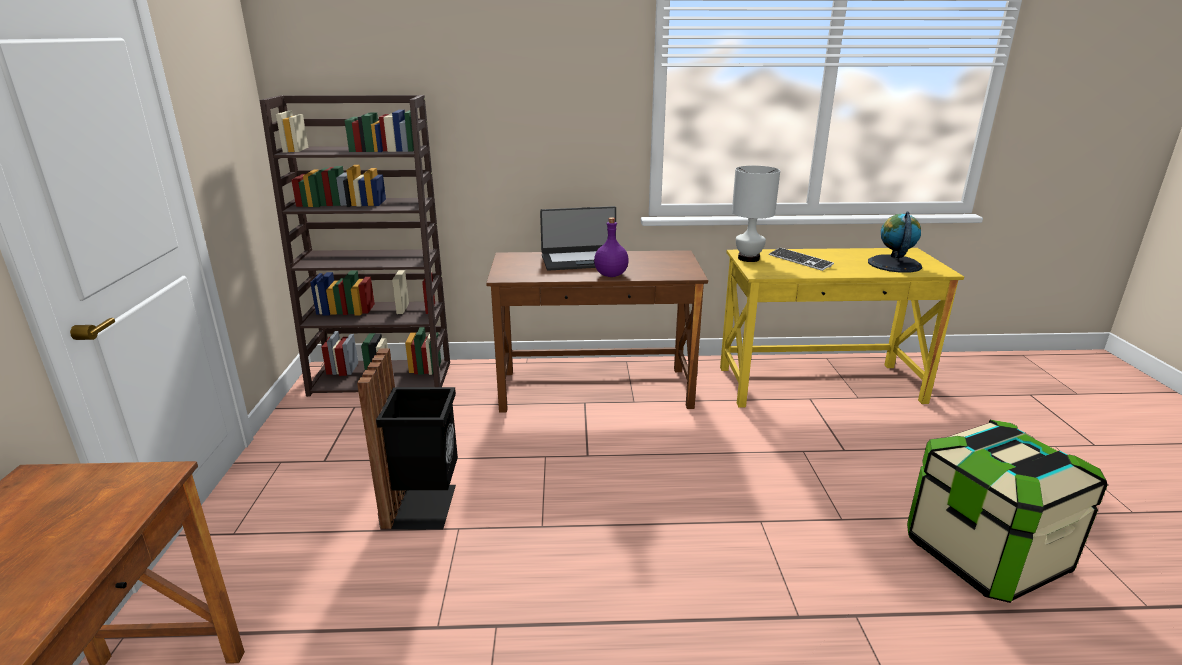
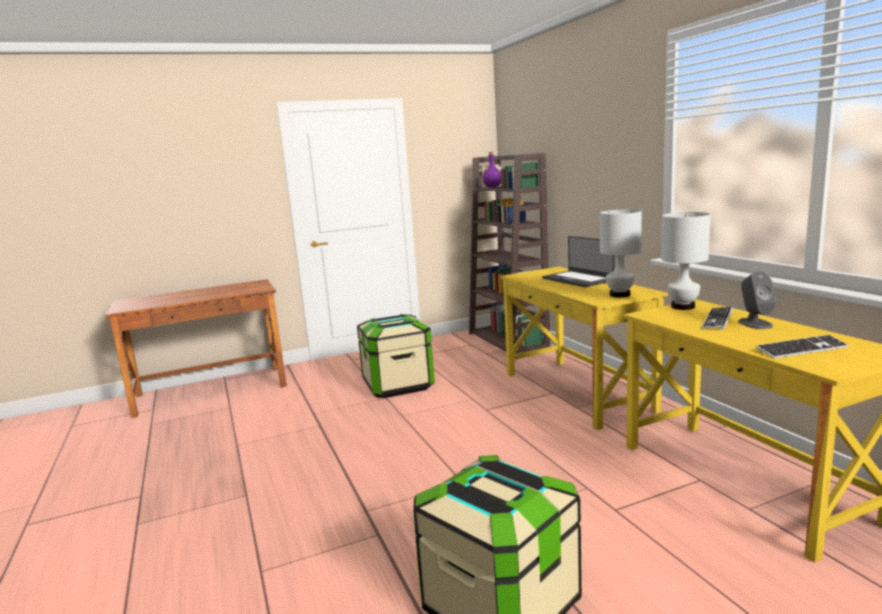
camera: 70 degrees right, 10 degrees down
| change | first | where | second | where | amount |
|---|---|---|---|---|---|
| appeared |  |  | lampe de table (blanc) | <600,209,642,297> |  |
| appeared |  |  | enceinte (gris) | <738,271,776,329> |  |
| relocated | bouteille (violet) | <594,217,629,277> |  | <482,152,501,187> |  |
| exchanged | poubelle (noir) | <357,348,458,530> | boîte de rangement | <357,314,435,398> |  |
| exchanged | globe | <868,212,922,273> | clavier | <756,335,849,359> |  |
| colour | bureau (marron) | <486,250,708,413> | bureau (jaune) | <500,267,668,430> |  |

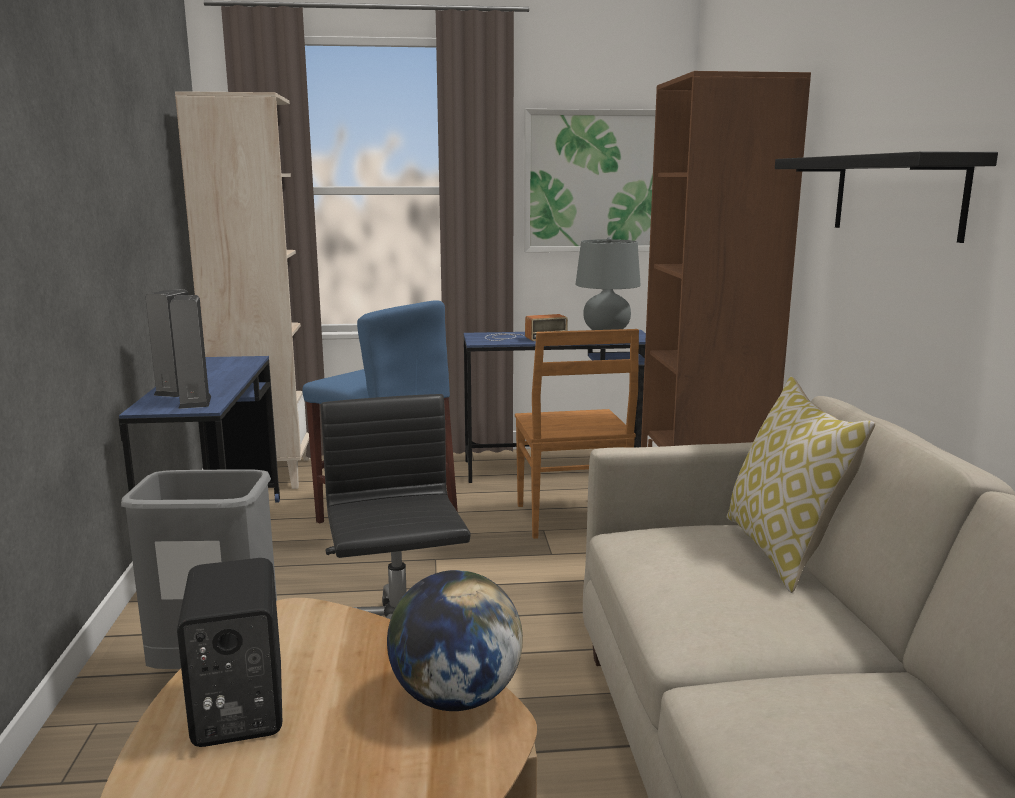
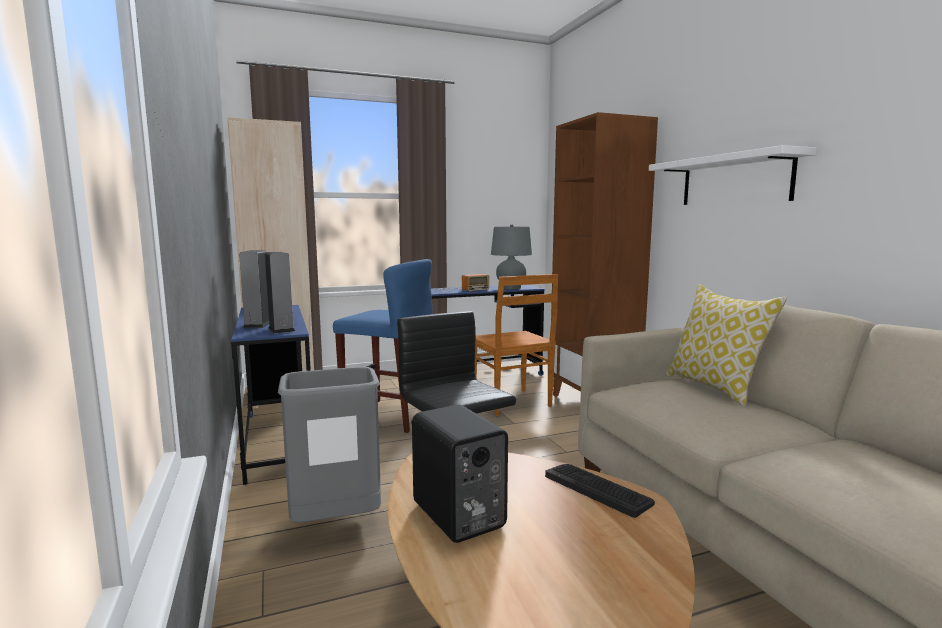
camera: 15 degrees left, 5 degrees down
| change | first | where | second | where | amount |
|---|---|---|---|---|---|
| missing | tableau | <524,109,656,252> |  |  |  |
| exchanged | globe | <387,570,523,711> | clavier | <545,464,655,518> |  |
| colour | étagère (noir) | <775,152,998,243> | étagère (blanc) | <649,145,816,205> |  |

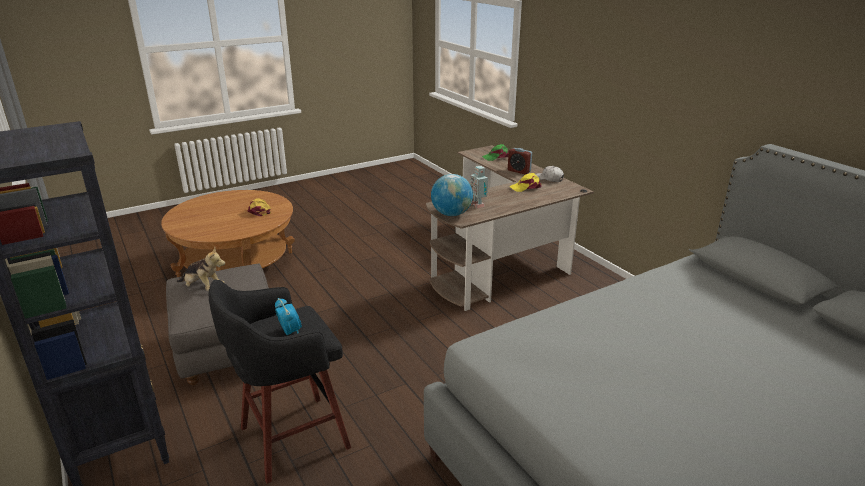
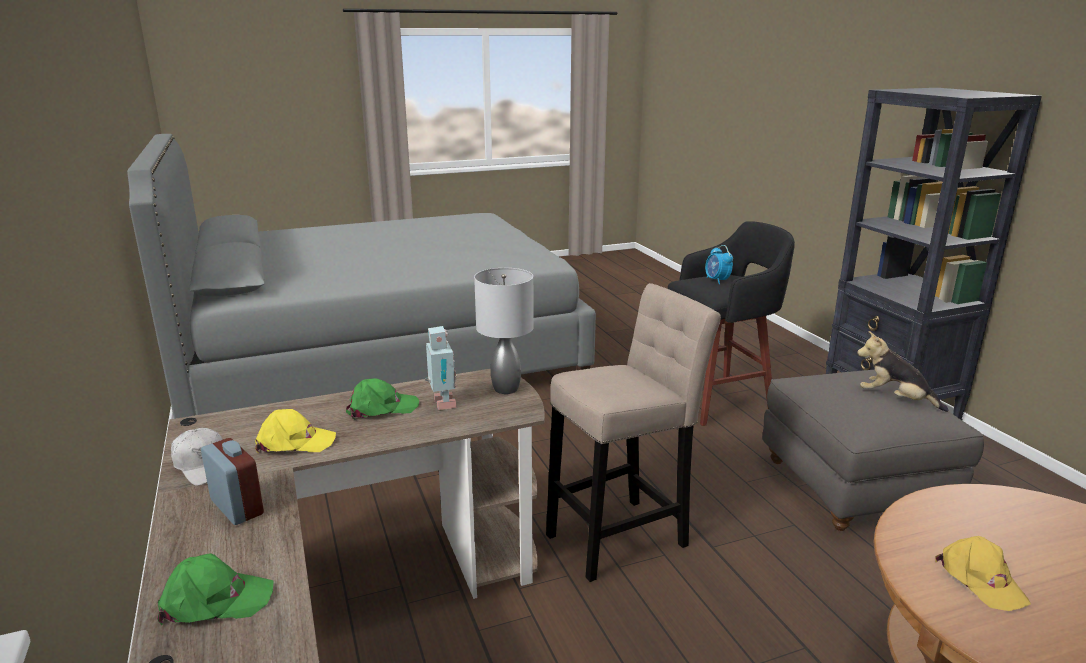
camera: 170 degrees left, 5 degrees down
| change | first | where | second | where | amount |
|---|---|---|---|---|---|
| appeared |  |  | casquette (vert) | <346,378,419,420> |  |
| appeared |  |  | tabouret (beige) | <546,283,721,582> |  |
| exchanged | globe | <431,174,473,216> | lampe de table (gris) | <474,268,534,394> |  |

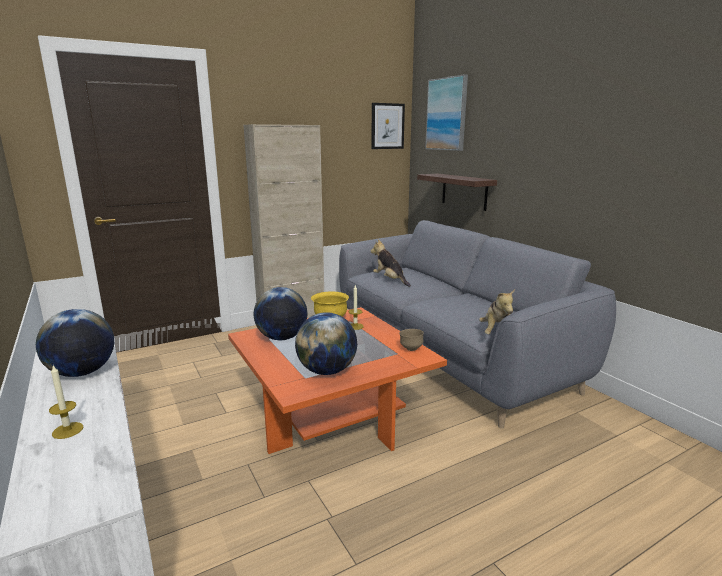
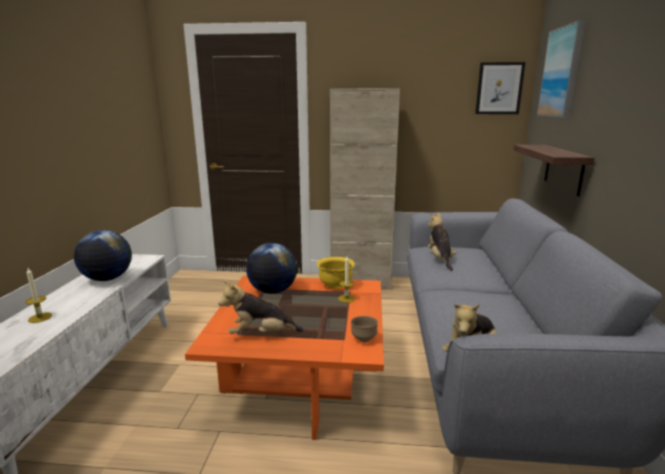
camera: 35 degrees right, 0 degrees up
| change | first | where | second | where | amount |
|---|---|---|---|---|---|
| exchanged | globe | <295,312,357,375> | peluche | <218,281,303,334> |  |

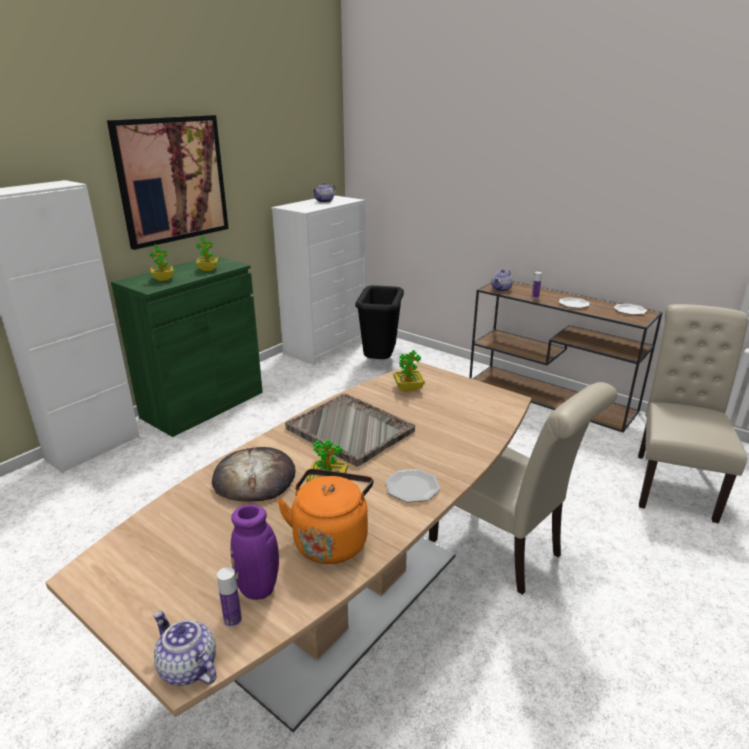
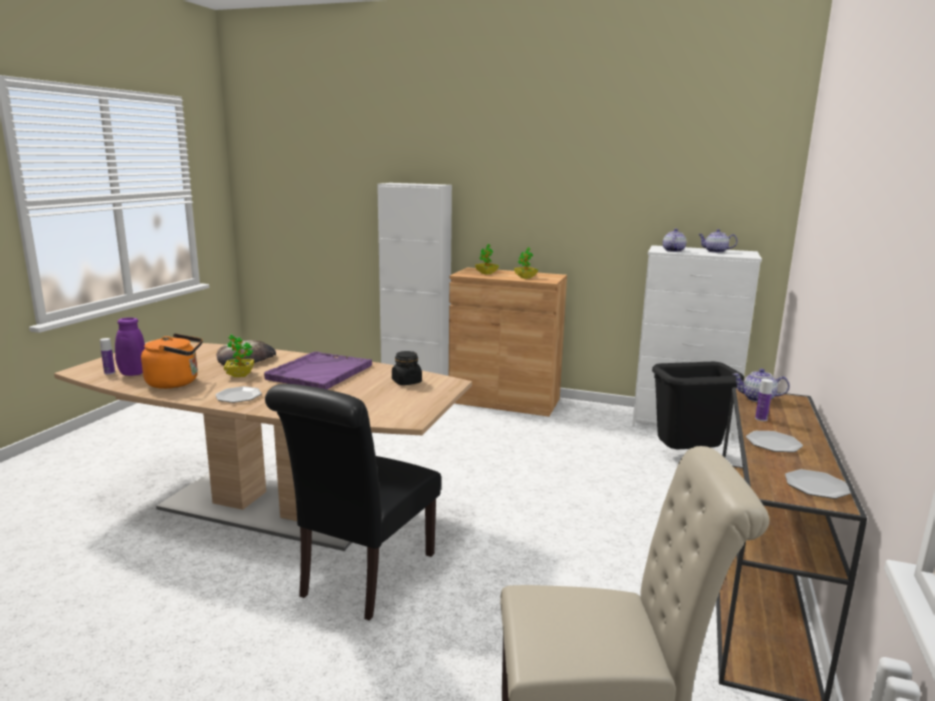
camera: 70 degrees right, 10 degrees down
| change | first | where | second | where | amount |
|---|---|---|---|---|---|
| missing | tableau | <107,115,229,250> |  |  |  |
| relocated | théière | <154,611,216,686> |  | <663,229,686,252> |  |
| exchanged | plante en pot | <394,350,425,392> | bocal (noir) | <392,351,422,385> |  |
| colour | meuble de rangement (vert) | <111,256,263,437> | meuble de rangement (marron) | <449,267,567,417> |  |
| colour | plateau (gris) | <285,393,415,467> | plateau (violet) | <264,351,372,389> |  |
| colour | chaise (beige) | <429,382,617,595> | chaise (noir) | <265,384,441,621> |  |

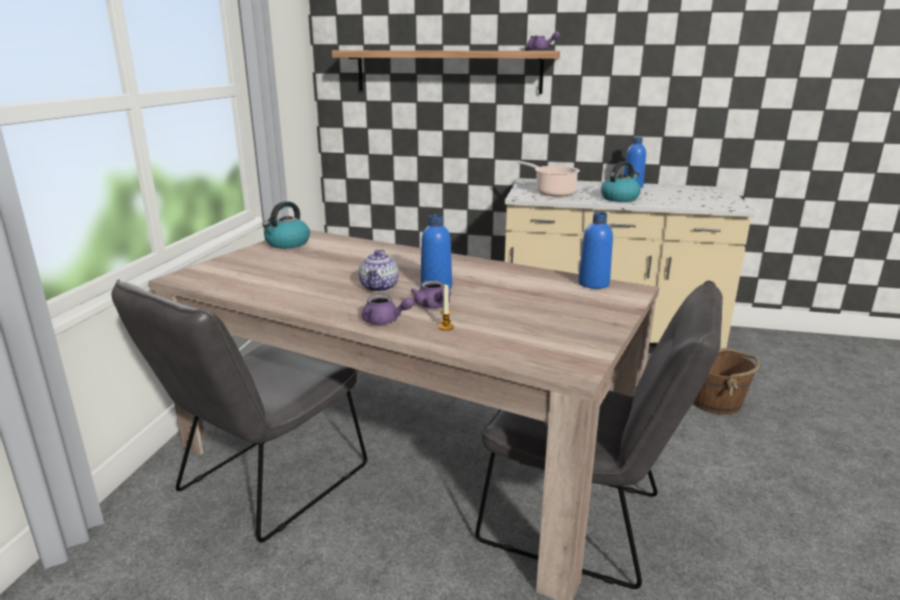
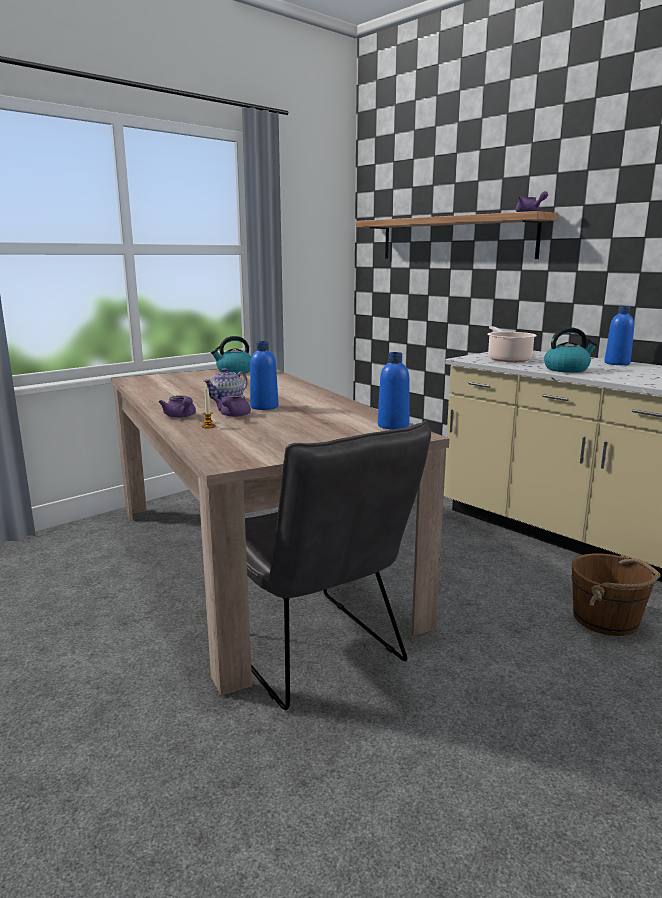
camera: 35 degrees right, 5 degrees down
| change | first | where | second | where | amount |
|---|---|---|---|---|---|
| missing | chaise (gris) | <112,279,367,542> |  |  |  |

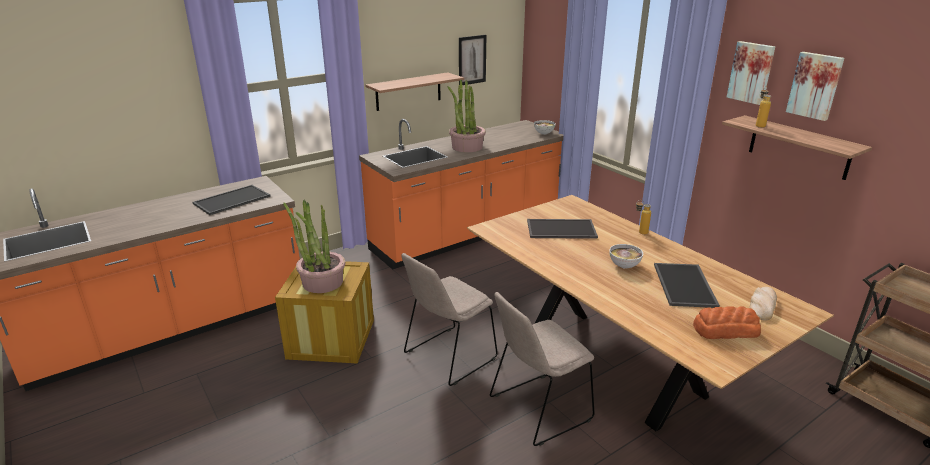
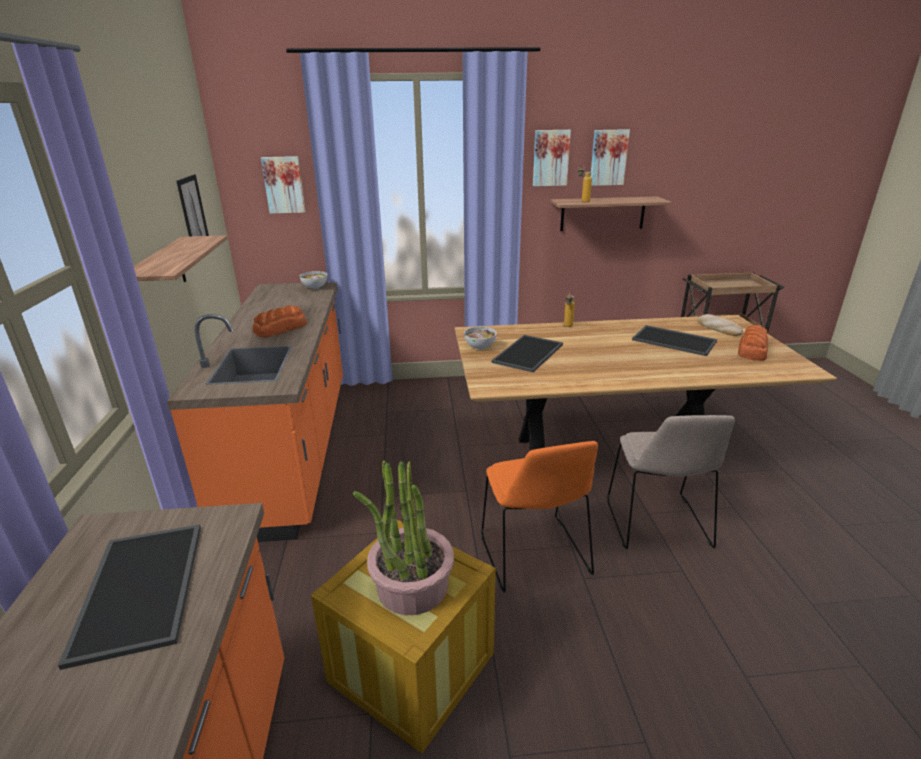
camera: 60 degrees left, 0 degrees up
| change | first | where | second | where | amount |
|---|---|---|---|---|---|
| appeared |  |  | tableau | <261,156,306,214> |  |
| relocated | bol | <609,244,643,269> |  | <464,327,497,350> |  |
| exchanged | plante en pot | <448,79,486,152> | pain | <253,305,307,337> |  |
| colour | chaise (beige) | <402,253,498,386> | chaise (orange) | <481,441,598,593> |  |

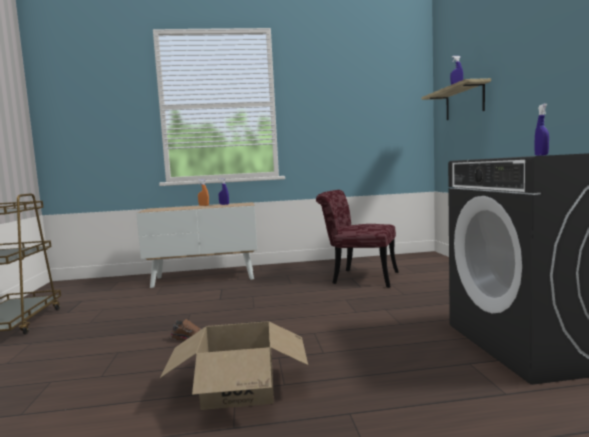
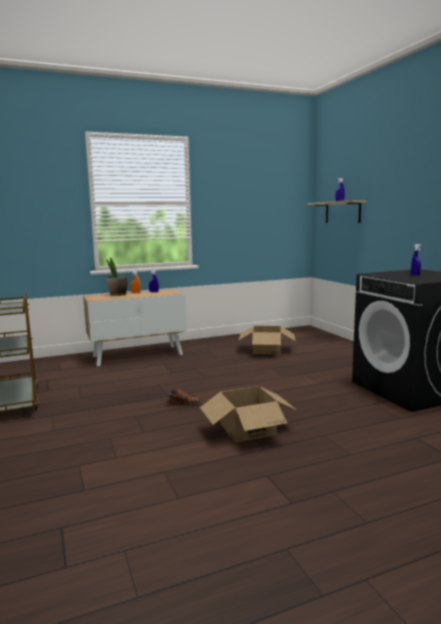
camera: 15 degrees left, 5 degrees up
| change | first | where | second | where | amount |
|---|---|---|---|---|---|
| appeared |  |  | plante en pot | <106,258,128,296> |  |
| exchanged | chaise (rouge) | <316,190,399,288> | carton | <239,326,295,355> |  |

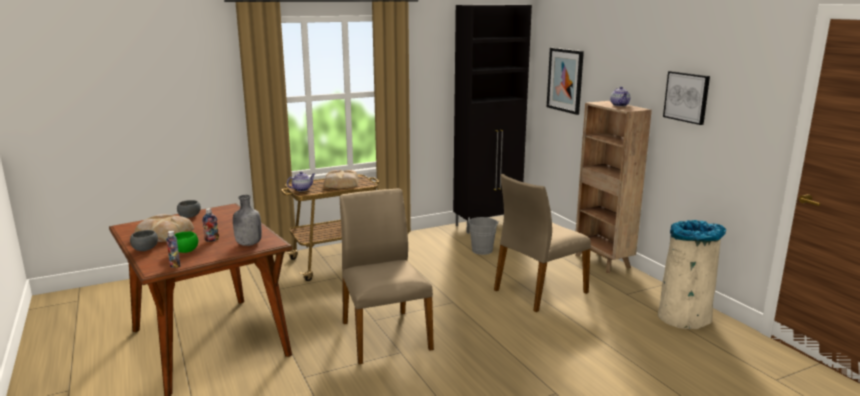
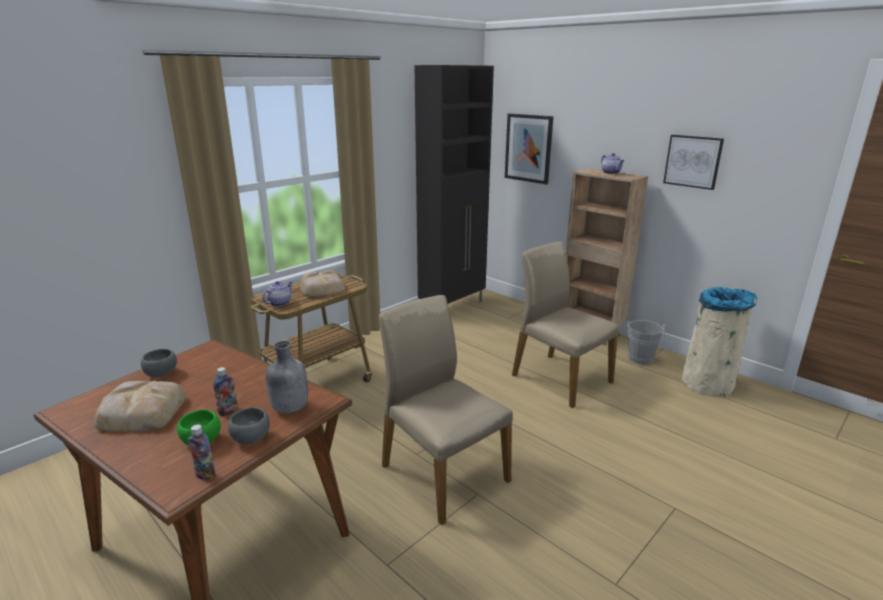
camera: 20 degrees left, 5 degrees up
| change | first | where | second | where | amount |
|---|---|---|---|---|---|
| relocated | bol (gris) | <130,230,158,251> |  | <228,408,270,444> |  |
| relocated | seau (gris) | <466,217,499,255> |  | <627,320,665,365> |  |
| spun | chaise (beige) | <494,174,591,312> |  | <512,242,619,408> | 105 degrees clockwise |

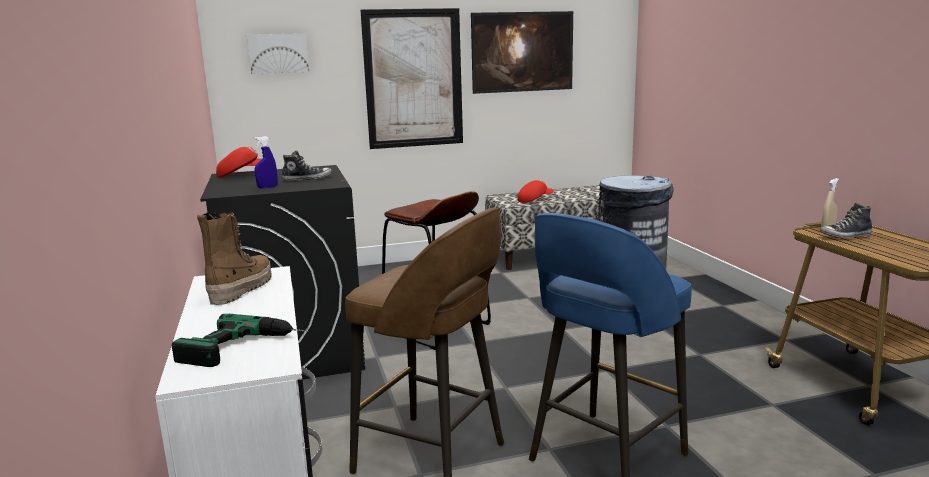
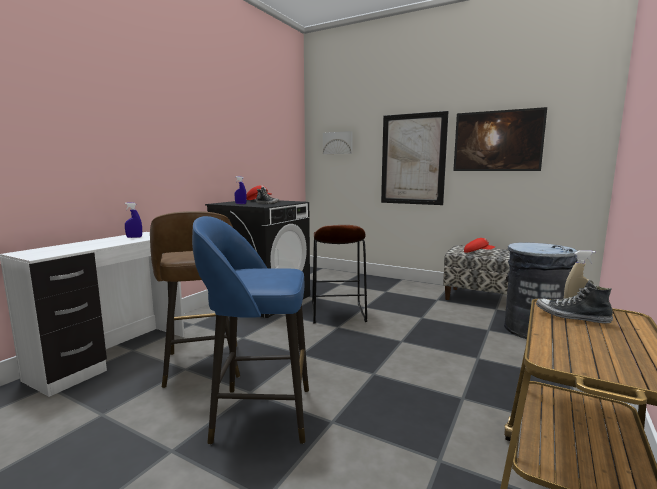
camera: 45 degrees right, 5 degrees down
| change | first | where | second | where | amount |
|---|---|---|---|---|---|
| missing | perceuse | <171,314,309,367> |  |  |  |
| exchanged | botte | <197,212,272,305> | vaporisateur (bleu) | <125,203,142,238> |  |

